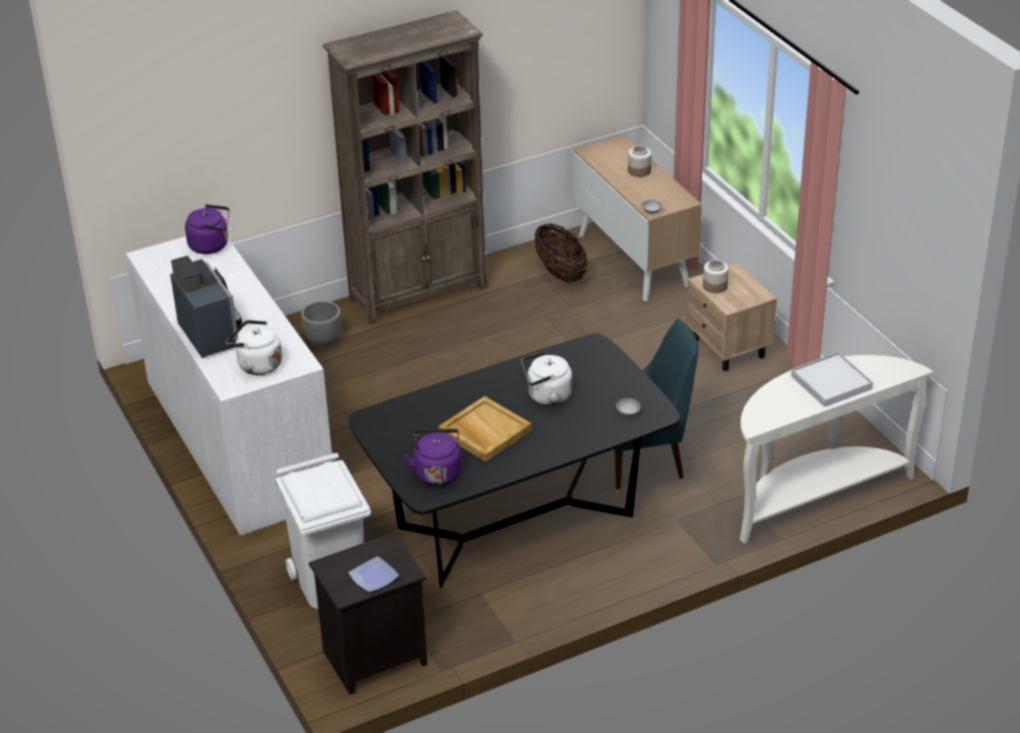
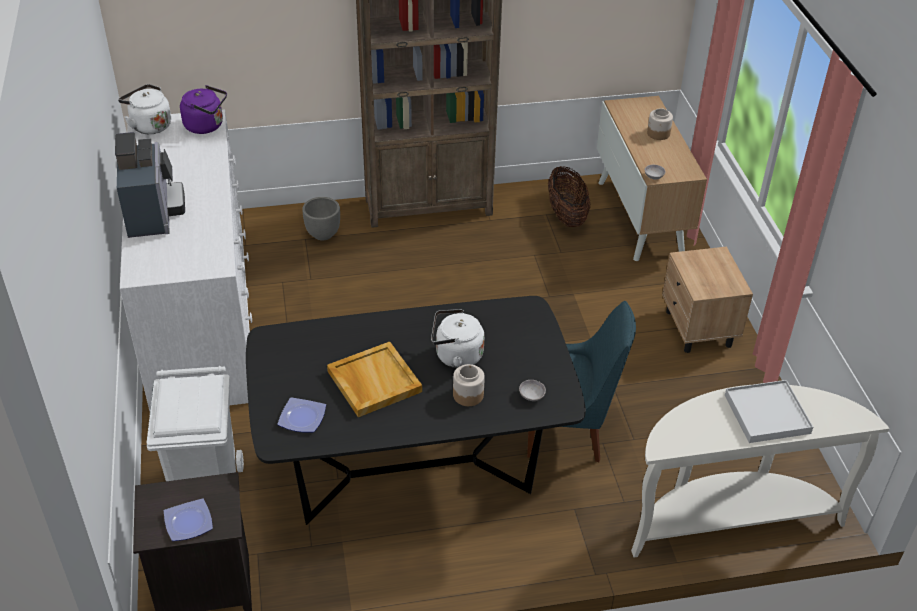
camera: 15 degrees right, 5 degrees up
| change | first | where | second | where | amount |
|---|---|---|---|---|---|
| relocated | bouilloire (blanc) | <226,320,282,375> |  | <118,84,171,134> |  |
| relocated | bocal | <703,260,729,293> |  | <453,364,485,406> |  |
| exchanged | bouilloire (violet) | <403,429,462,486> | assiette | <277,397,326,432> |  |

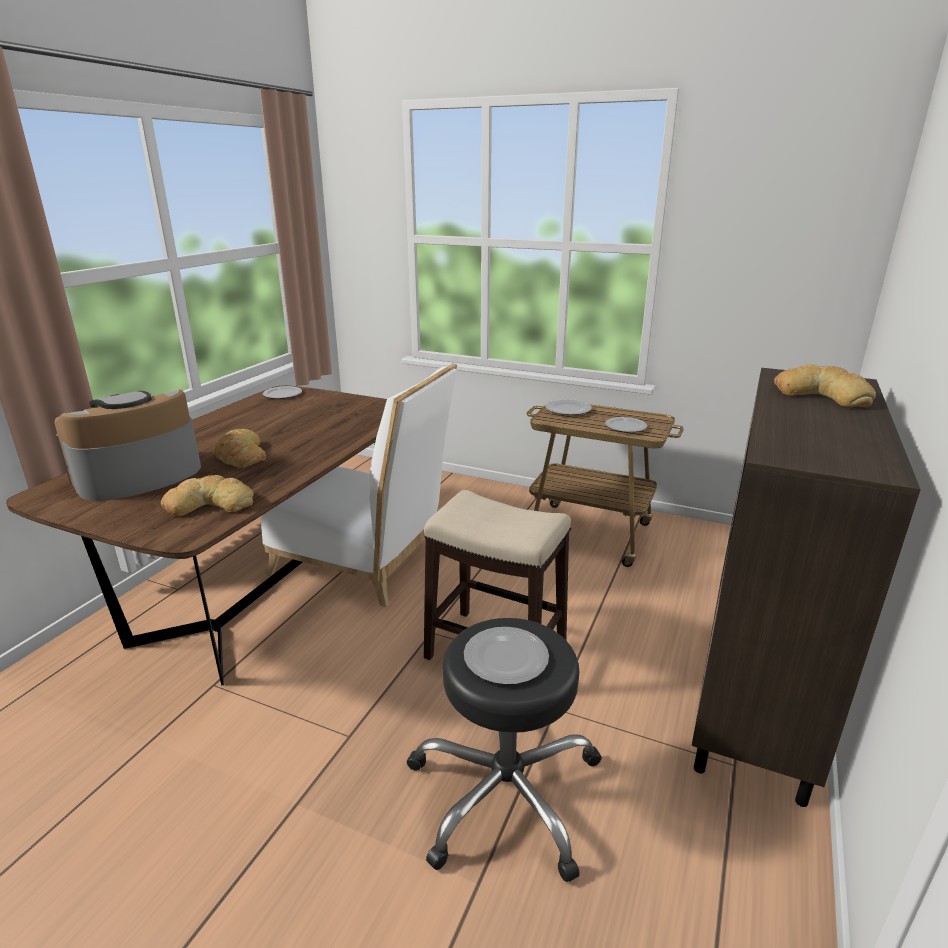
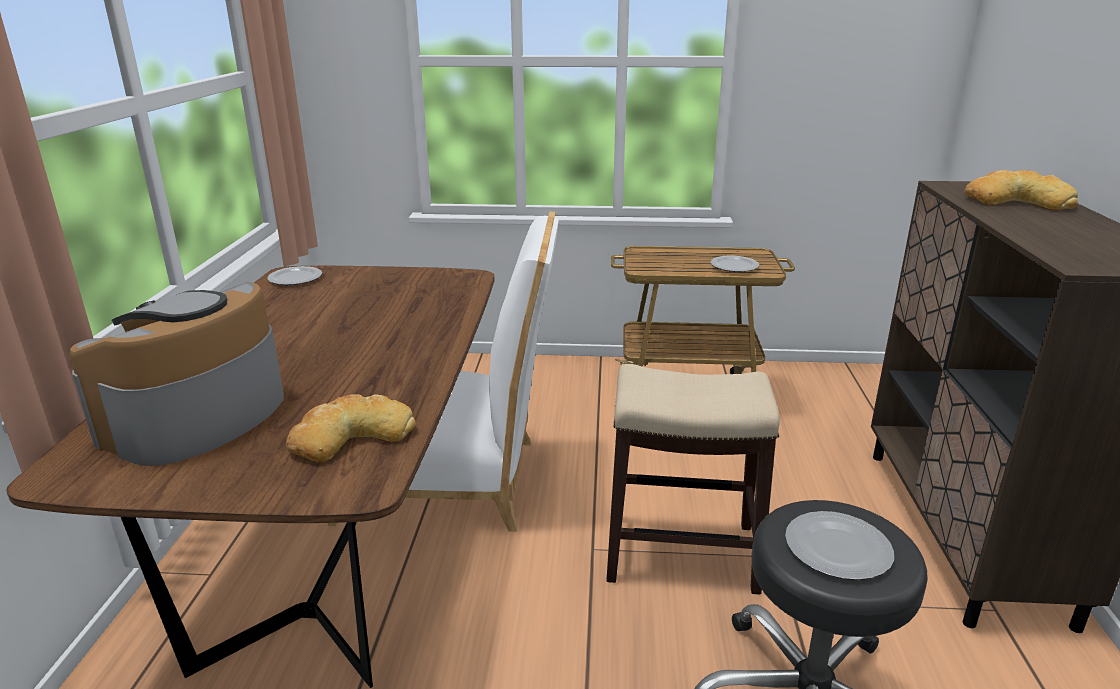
camera: 20 degrees left, 0 degrees up
| change | first | where | second | where | amount |
|---|---|---|---|---|---|
| missing | pain | <214,429,266,468> |  |  |  |
| missing | assiette | <545,399,592,415> |  |  |  |

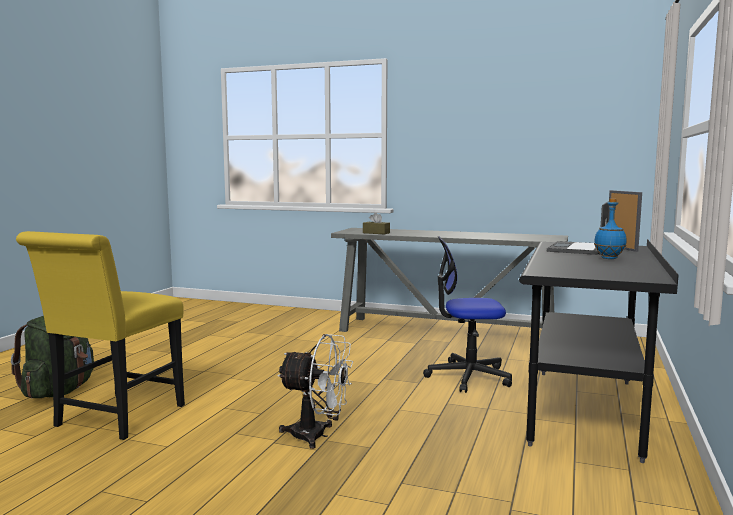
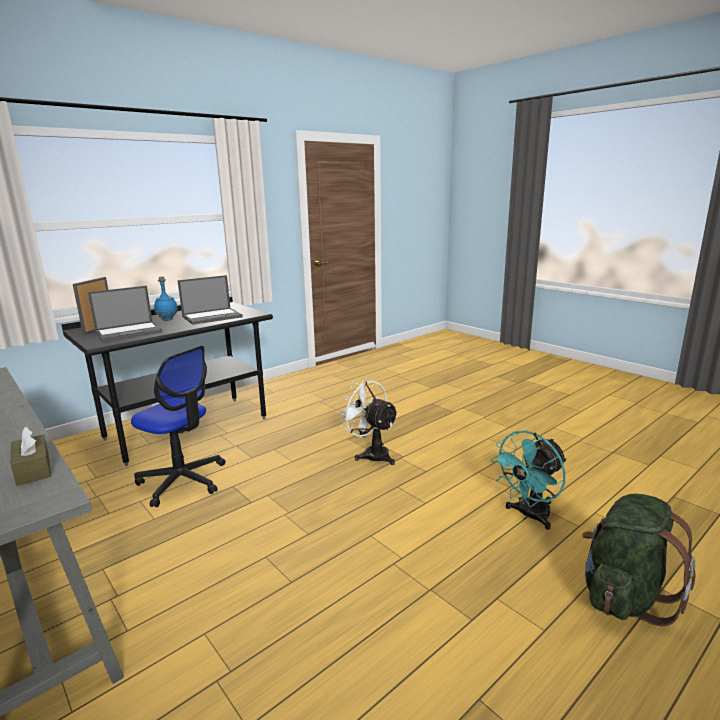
camera: 150 degrees left, 10 degrees up
| change | first | where | second | where | amount |
|---|---|---|---|---|---|
| appeared |  |  | ordinateur portable | <177,275,243,325> |  |
| exchanged | chaise (jaune) | <16,231,185,440> | ventilateur (turquoise) | <491,431,566,530> |  |

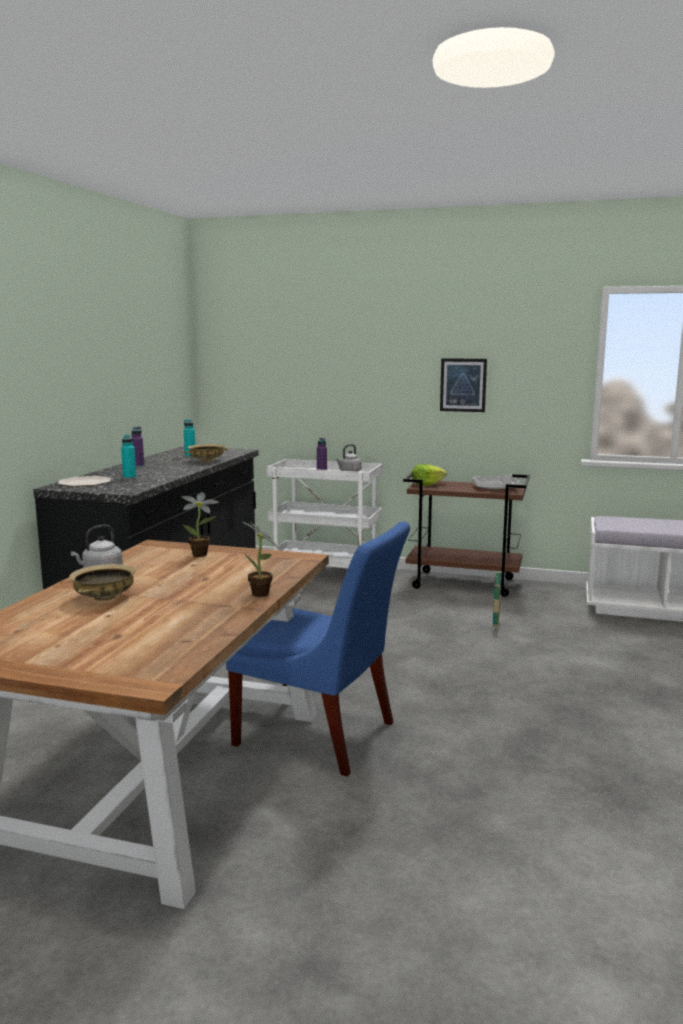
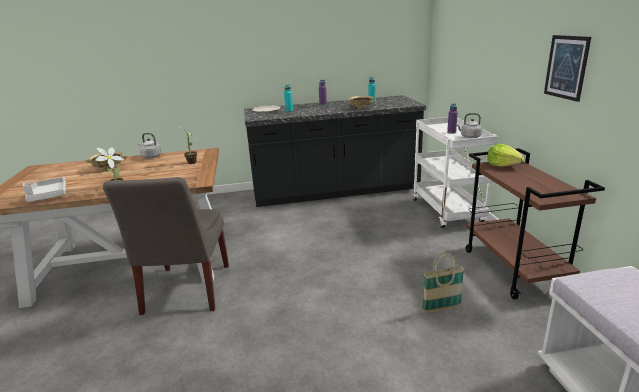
camera: 65 degrees right, 10 degrees up
| change | first | where | second | where | amount |
|---|---|---|---|---|---|
| relocated | plateau (gris) | <472,474,520,489> |  | <23,177,66,202> |  |
| colour | chaise (bleu) | <226,522,410,776> | chaise (gris) | <103,177,229,315> |  |

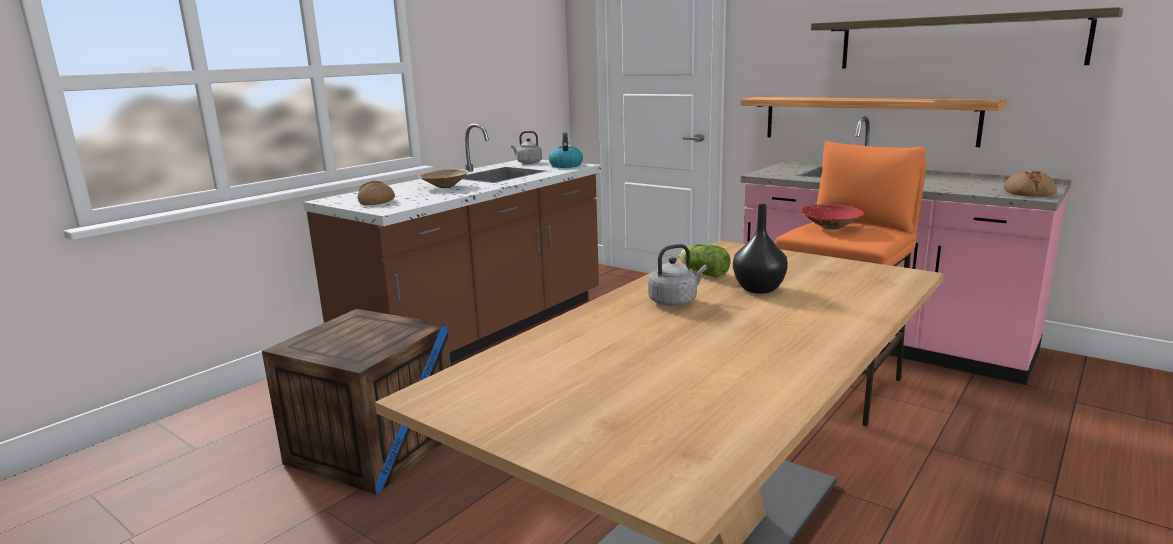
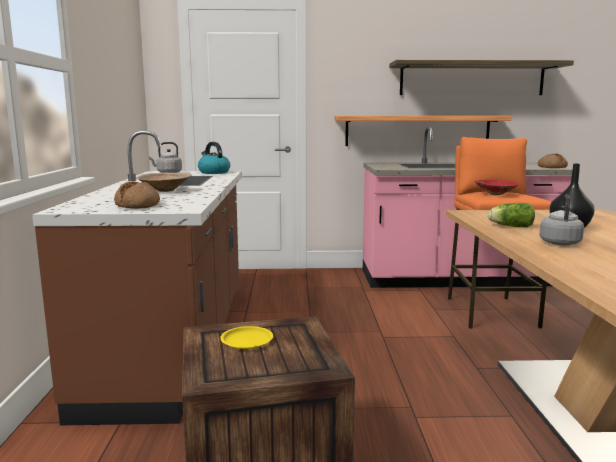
camera: 40 degrees left, 5 degrees down
| change | first | where | second | where | amount |
|---|---|---|---|---|---|
| appeared |  |  | assiette (jaune) | <220,326,273,349> |  |

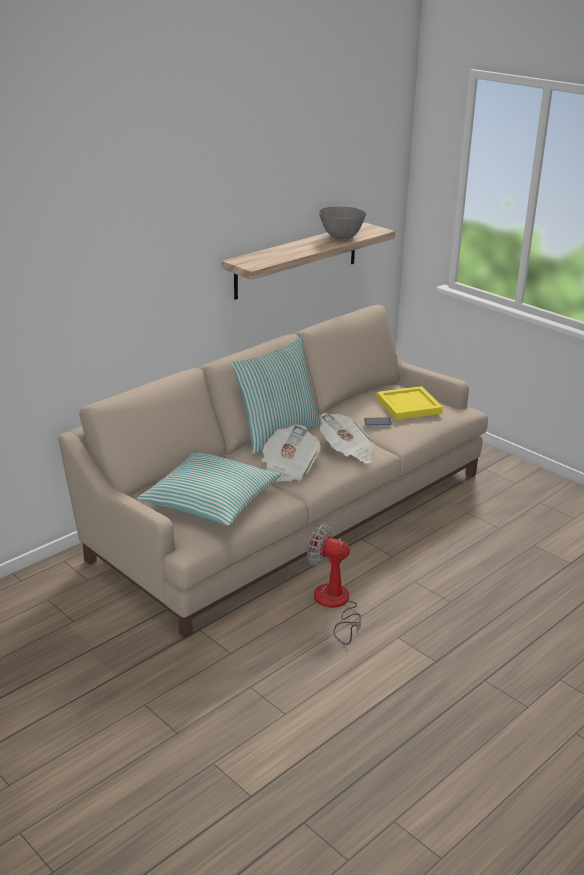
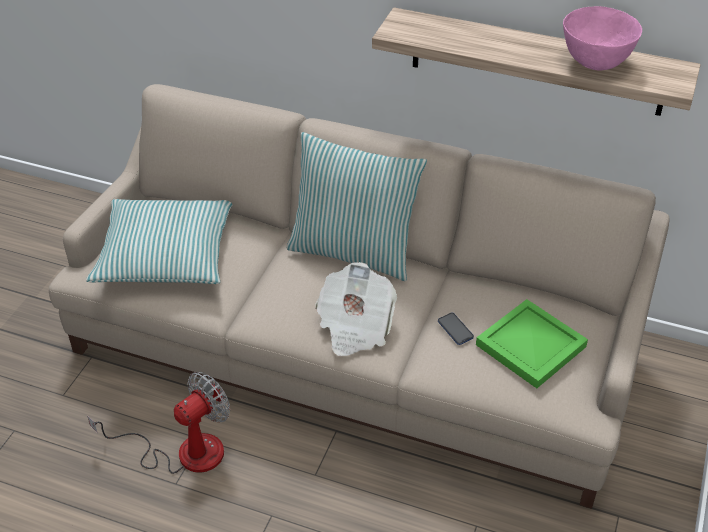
camera: 65 degrees right, 15 degrees up
| change | first | where | second | where | amount |
|---|---|---|---|---|---|
| missing | journal | <261,425,321,482> |  |  |  |
| colour | bol (gris) | <319,206,366,239> | bol (rose) | <563,6,642,71> |  |
| colour | plateau (jaune) | <376,386,443,420> | plateau (vert) | <476,299,588,388> |  |
| spun | ventilateur | <307,523,362,645> |  | <87,372,230,474> | 45 degrees clockwise |

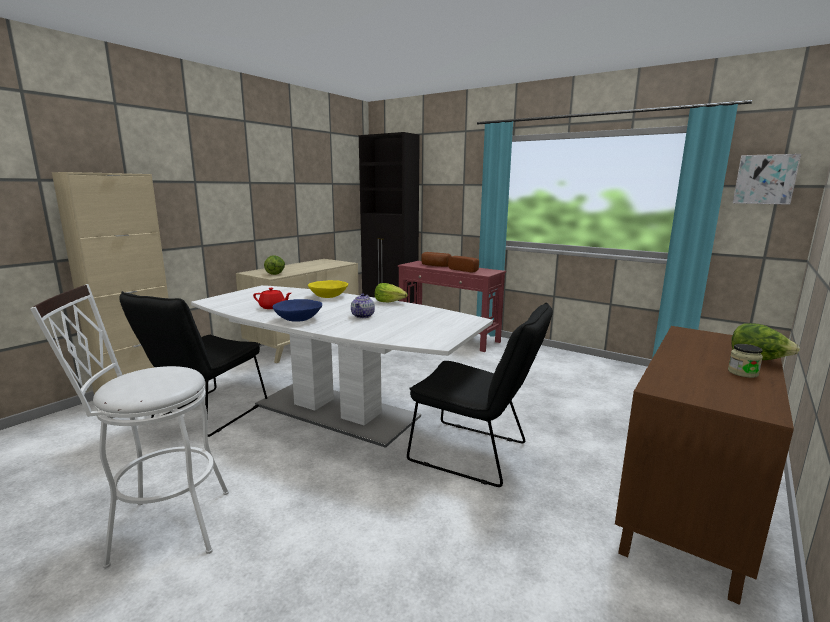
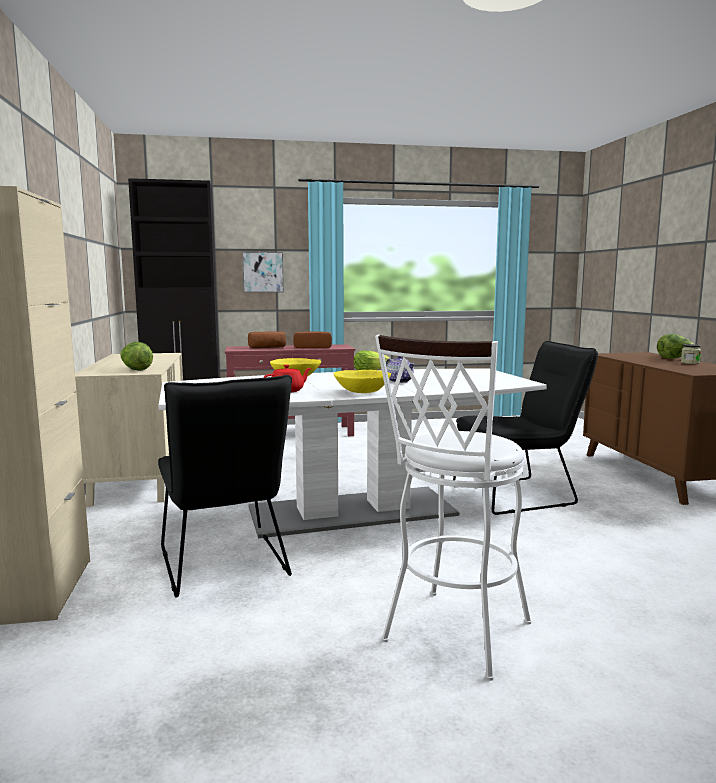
camera: 45 degrees left, 5 degrees down
| change | first | where | second | where | amount |
|---|---|---|---|---|---|
| relocated | tableau | <733,154,801,205> |  | <242,252,284,293> |  |
| colour | bol (bleu) | <272,299,322,322> | bol (jaune) | <333,370,391,393> |  |

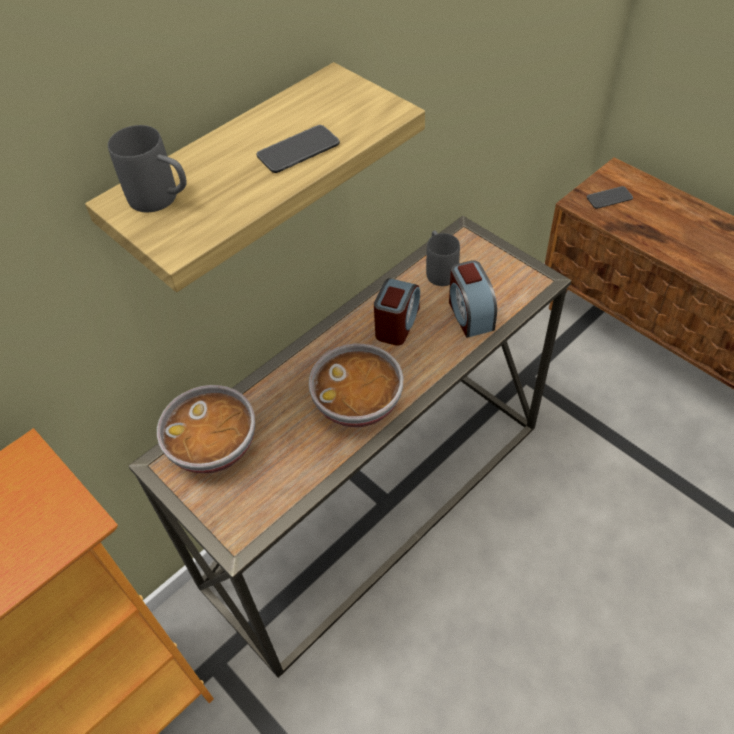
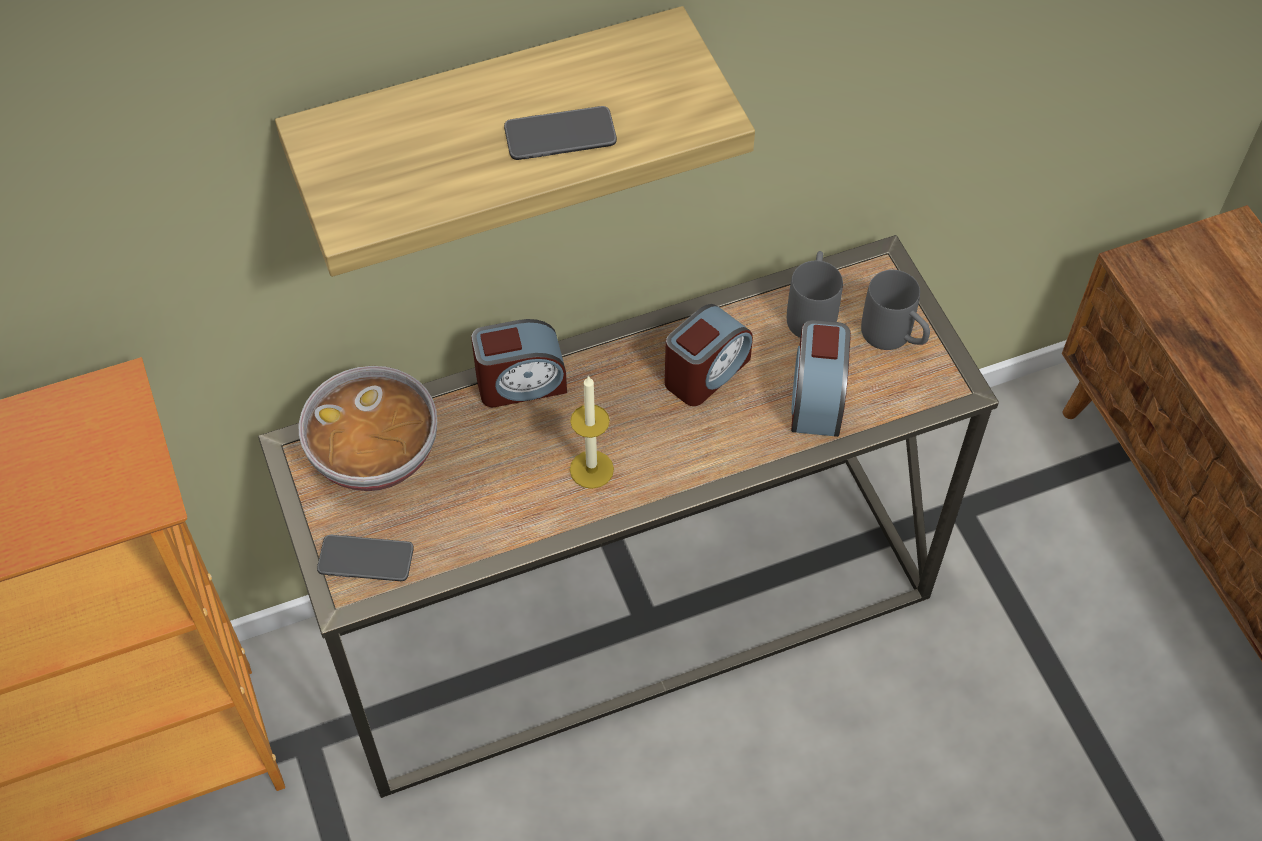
camera: 20 degrees right, 5 degrees up
| change | first | where | second | where | amount |
|---|---|---|---|---|---|
| appeared |  |  | réveil | <471,319,567,407> |  |
| relocated | mug (gris) | <108,125,187,212> |  | <861,270,930,350> |  |
| relocated | téléphone | <587,186,633,209> |  | <317,535,414,581> |  |
| exchanged | bol | <308,344,403,427> | bougie | <570,375,614,489> |  |

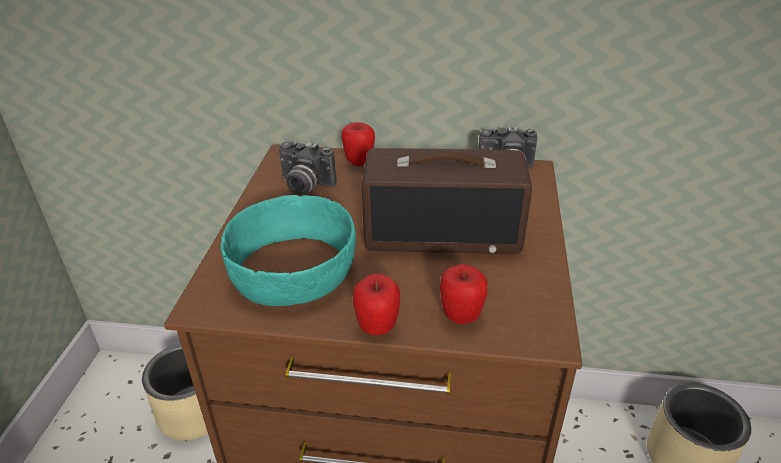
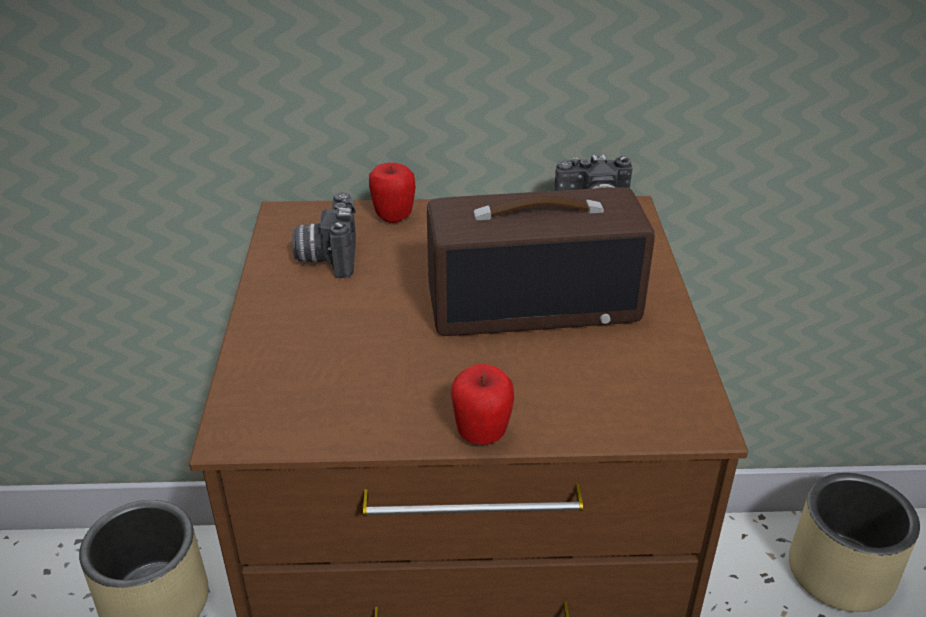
camera: 10 degrees left, 0 degrees up
| change | first | where | second | where | amount |
|---|---|---|---|---|---|
| missing | bol (turquoise) | <220,195,356,306> |  |  |  |
| missing | pomme | <440,264,487,324> |  |  |  |
| spun | appareil photo | <279,141,337,195> |  | <292,192,356,278> | 75 degrees clockwise |

